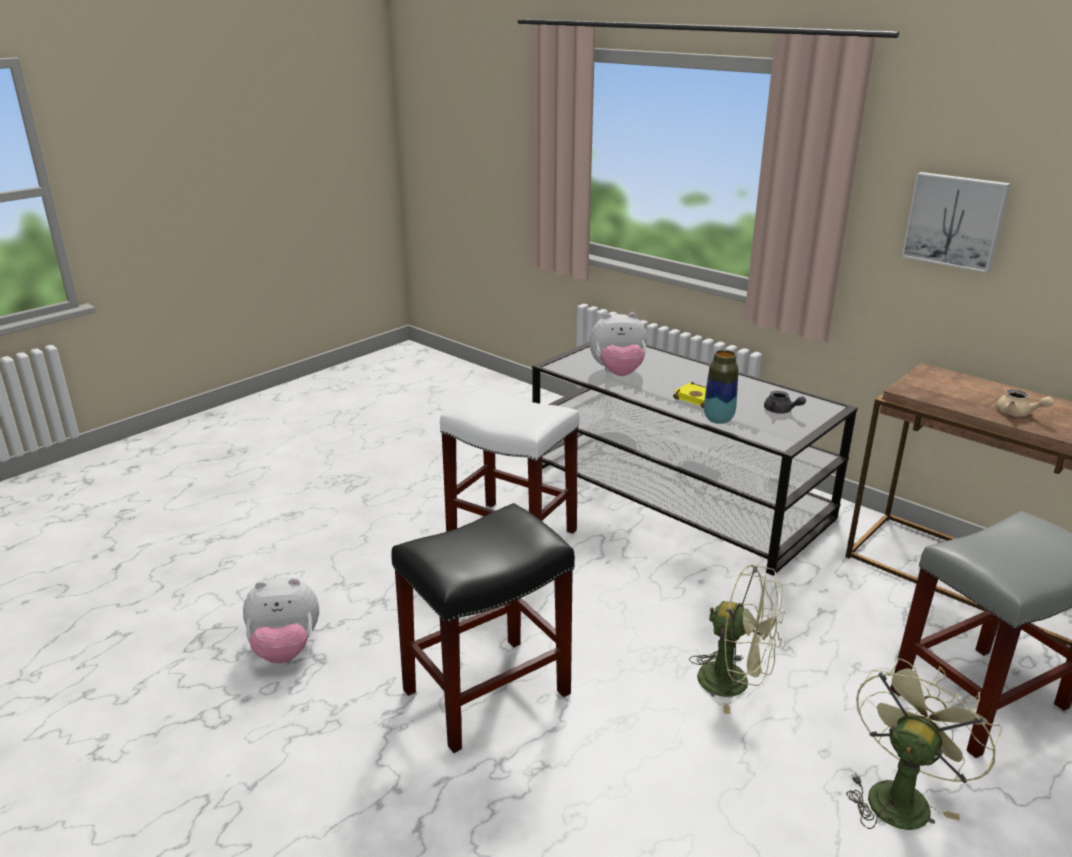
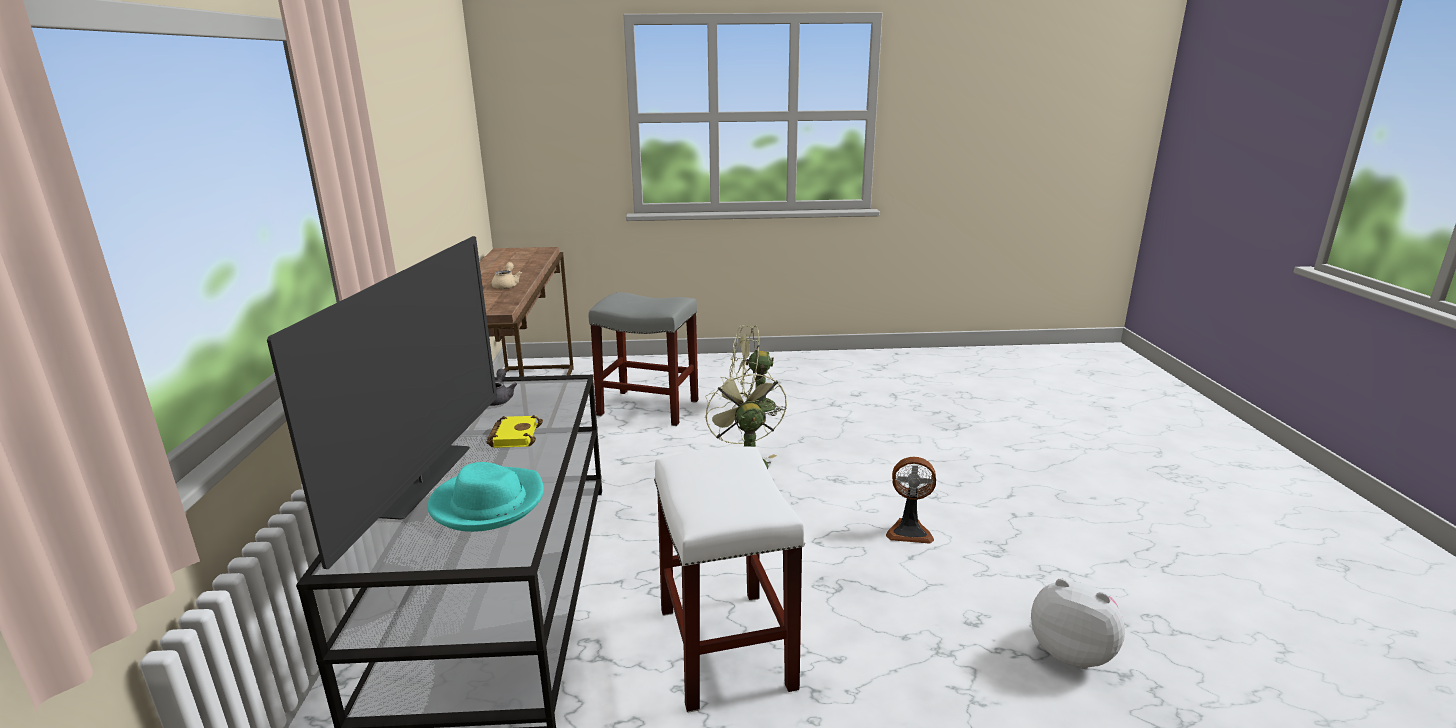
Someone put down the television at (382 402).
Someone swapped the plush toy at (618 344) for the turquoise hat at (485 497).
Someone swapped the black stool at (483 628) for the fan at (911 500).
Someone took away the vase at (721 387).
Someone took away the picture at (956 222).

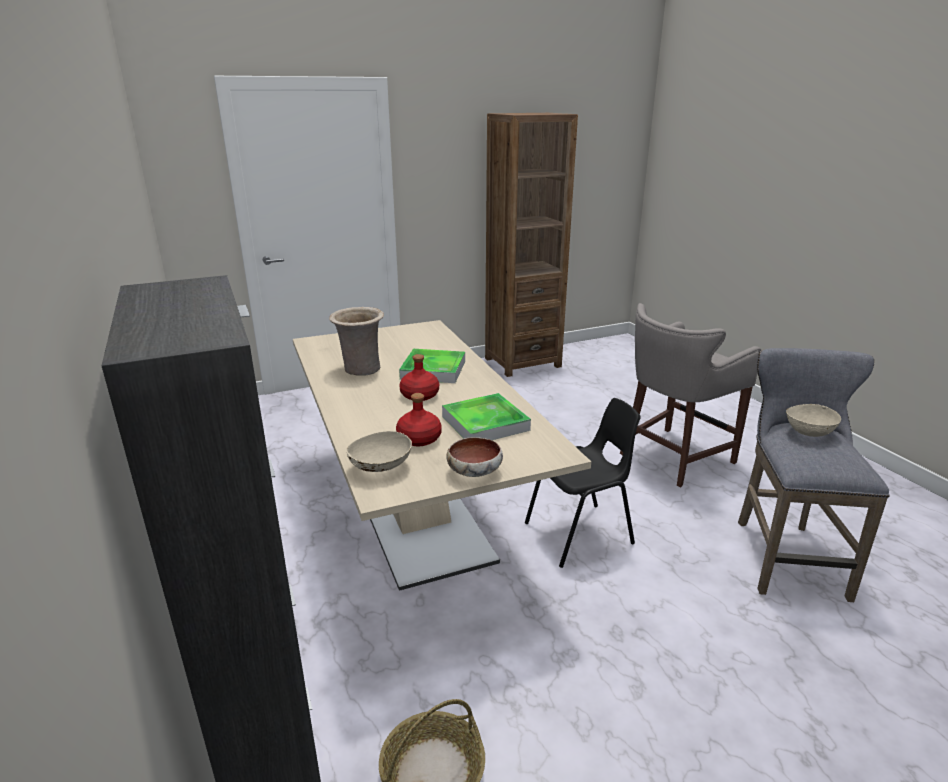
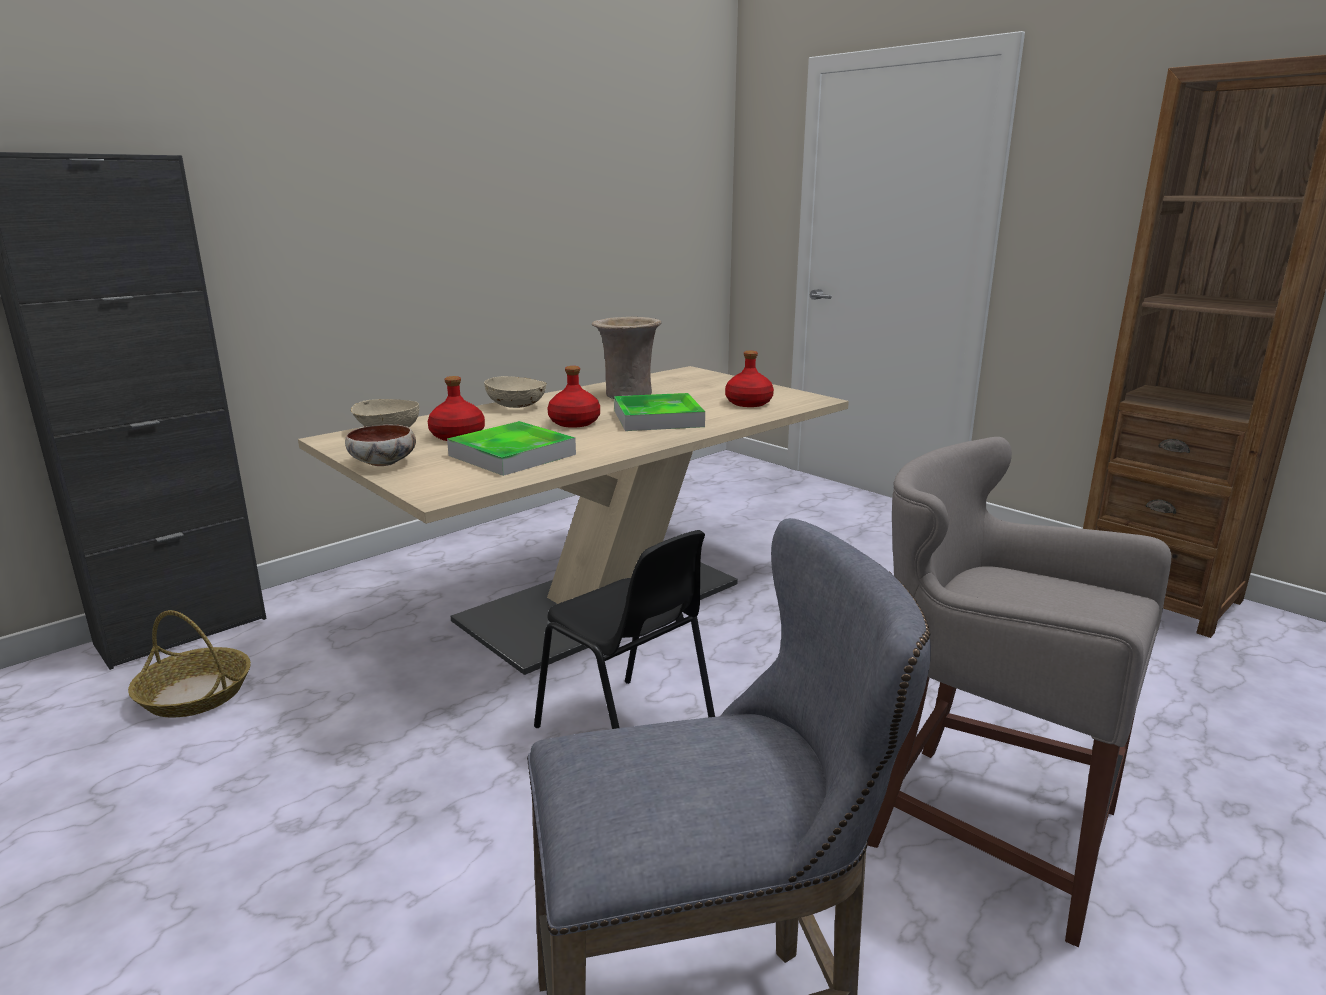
Someone carried the beige bowl from (813 420) to (515 392).
Someone put down the red bottle at (749 379).

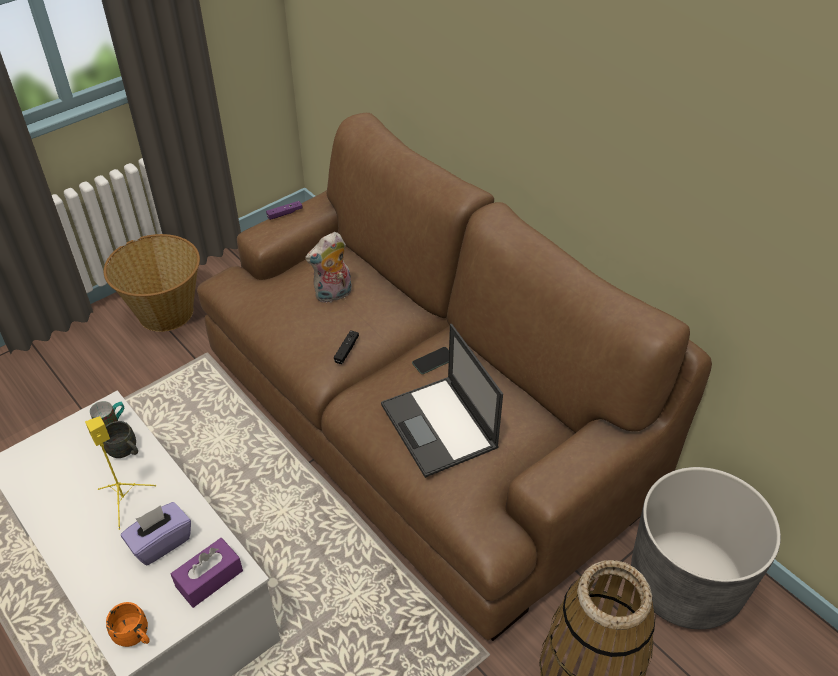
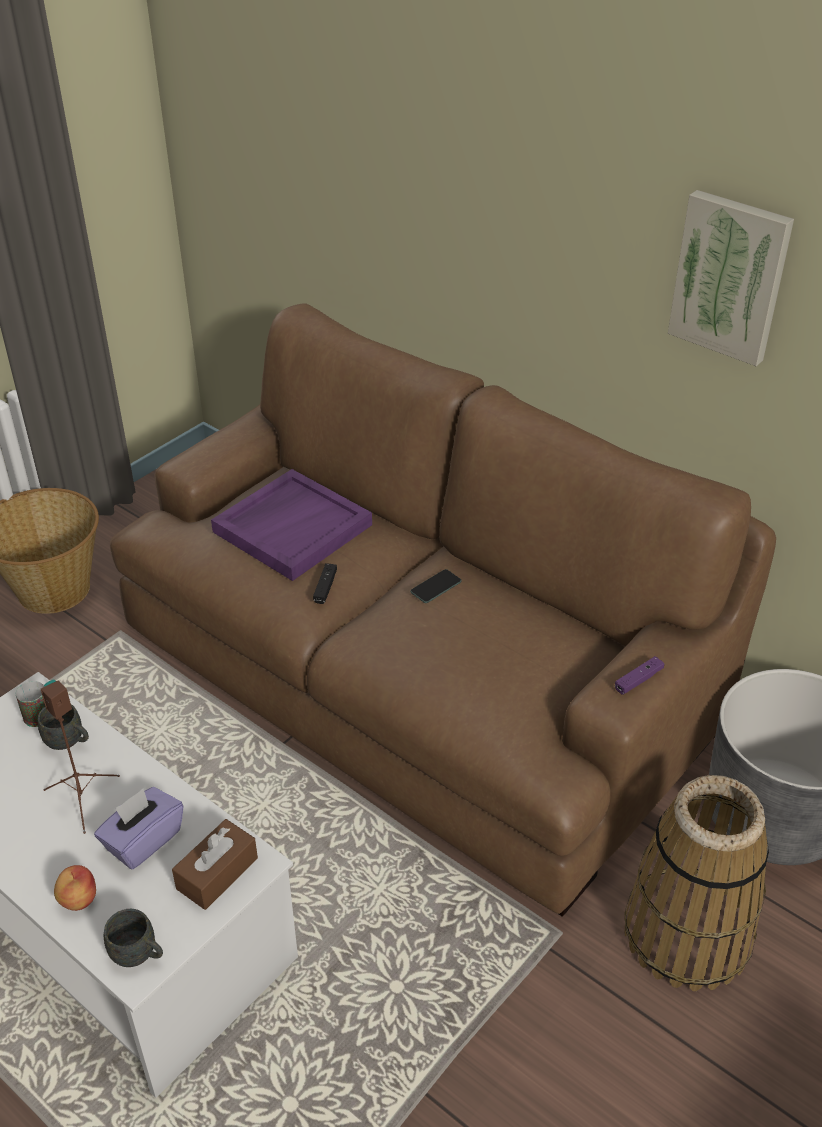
Someone repainted the yellow speaker at (120 473), which became the brown speaker at (80 757).
Someone put down the apple at (75 888).
Someone repainted the orange mug at (128 624), which became the grey mug at (133 938).
Someone repainted the purple tissue box at (207 573), which became the brown tissue box at (215 864).
Someone swapped the plush toy at (328 267) for the purple tray at (291 525).
Someone carried the purple game controller from (284 210) to (639 675).
Someone put up the picture at (731 278).
Someone took away the laptop at (442 401).

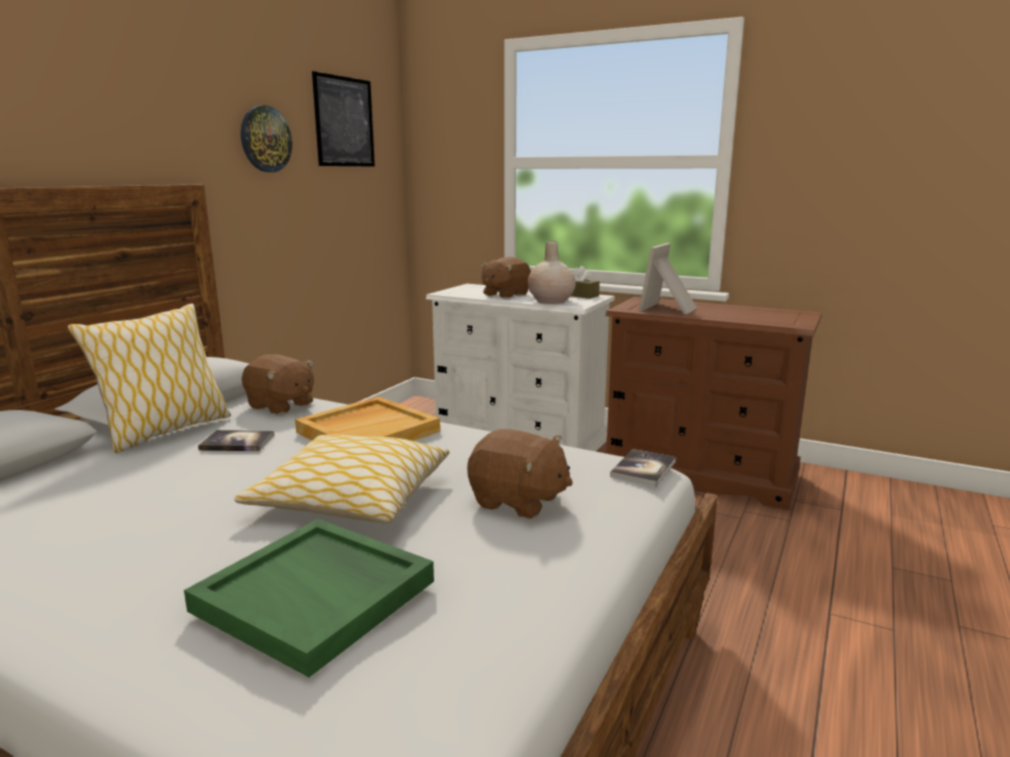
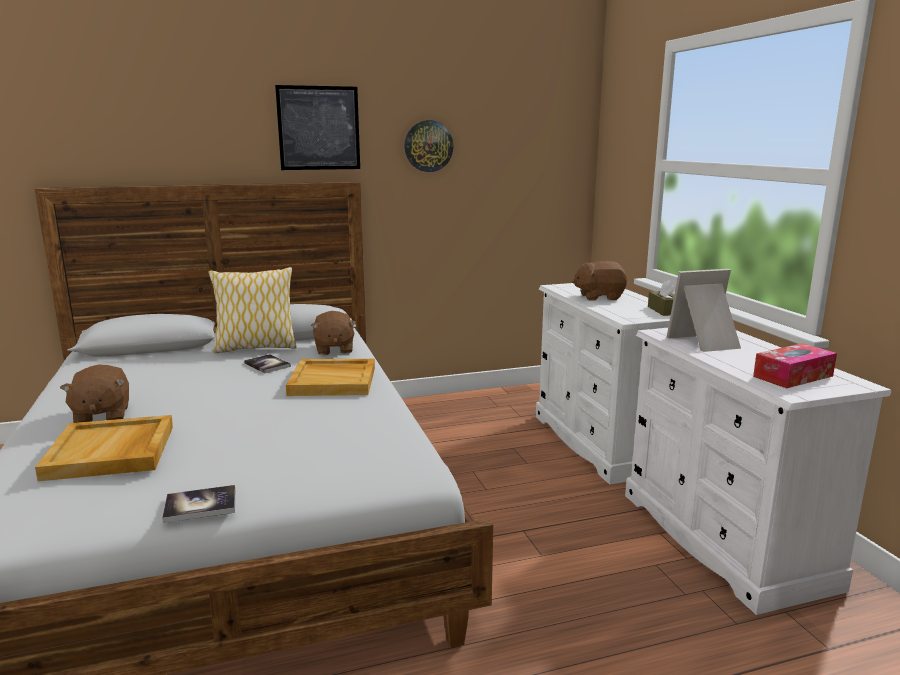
Someone repainted the green tray at (309 598), which became the beige tray at (104 448).
Someone carried the brown plush toy from (520 474) to (94 393).
Someone carried the book from (643 468) to (198 504).
Someone carried the picture from (343 119) to (317 127).
Someone repainted the brown dresser at (713 403), which became the white dresser at (758 471).
Someone put down the tissue box at (795 365).
Someone took away the pillow at (341 478).
Someone took away the beige vase at (551 272).

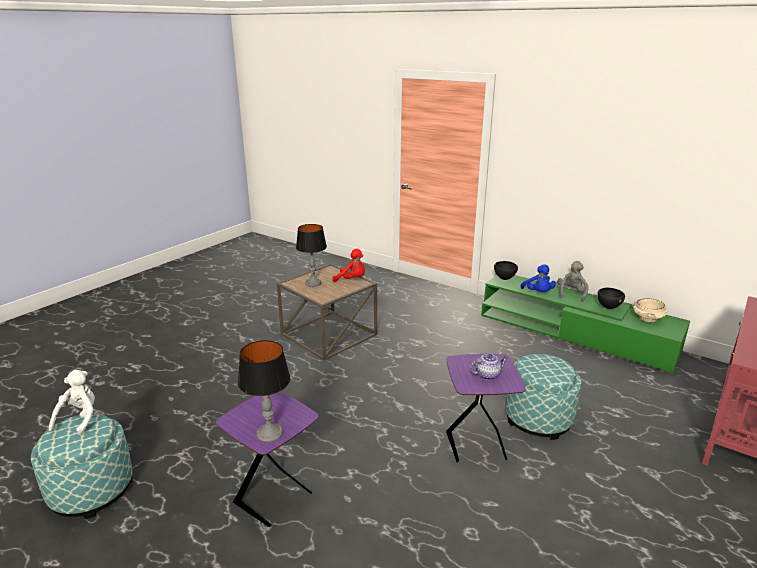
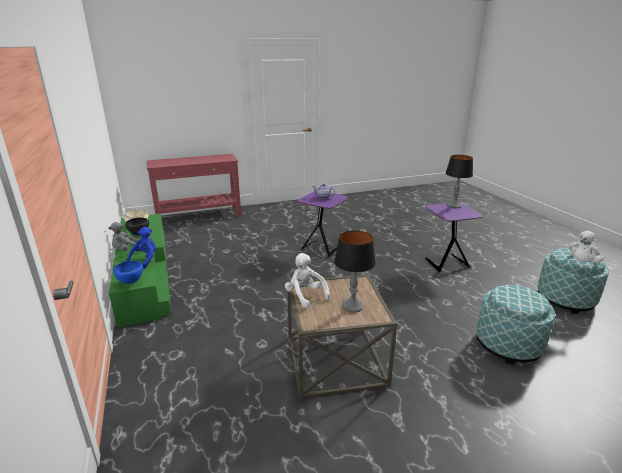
Someone repainted the black bowl at (506 270), which became the blue bowl at (128 272).
Someone repainted the red plush toy at (349 265), which became the white plush toy at (307 280).
Someone carried the ottoman from (543 397) to (516 325).

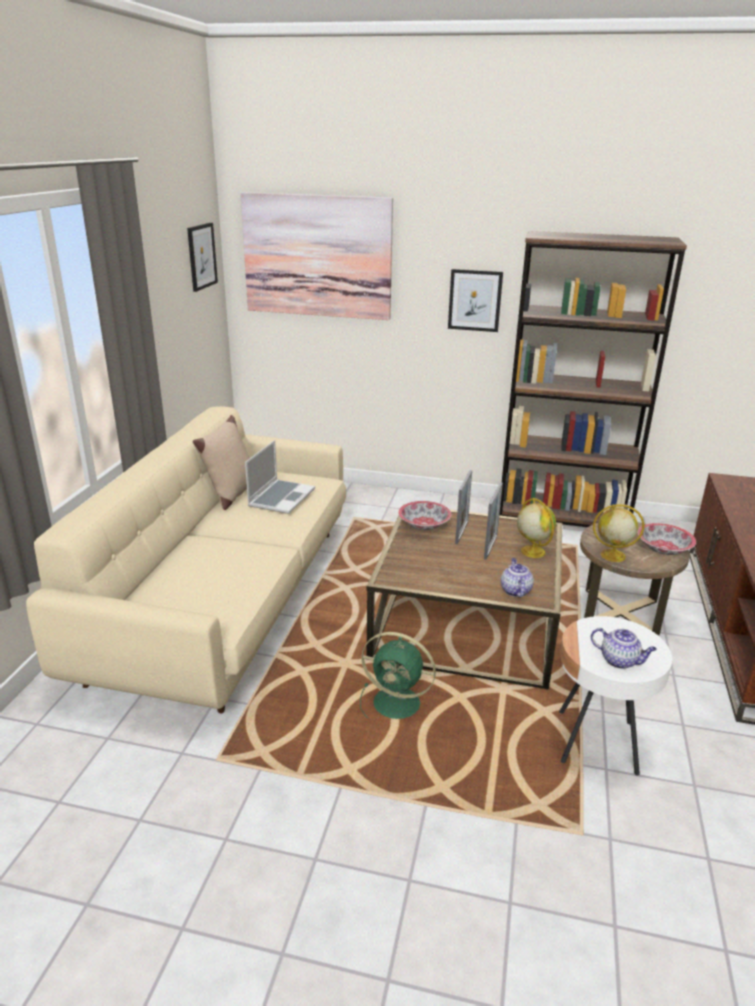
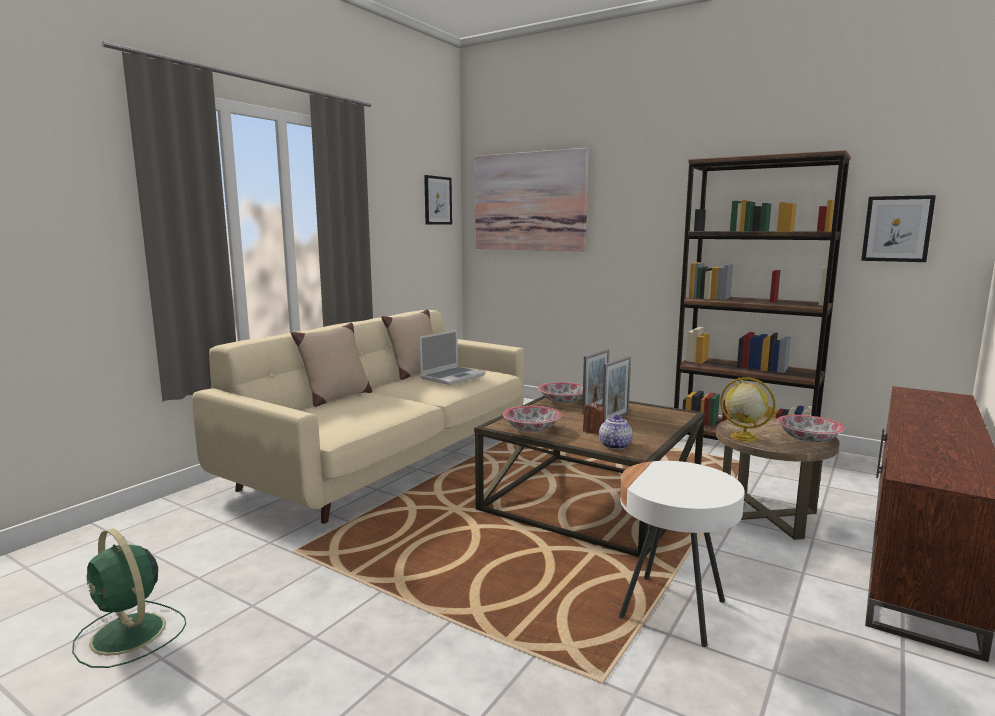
Someone carried the green fan from (398 675) to (129 598).
Someone put down the beige pillow at (331 365).
Someone put down the bowl at (532 419).
Someone put down the brown candle at (593 418).
Someone carried the picture from (475 300) to (898 228).
Someone took away the globe at (536 528).
Someone took away the teapot at (624 648).

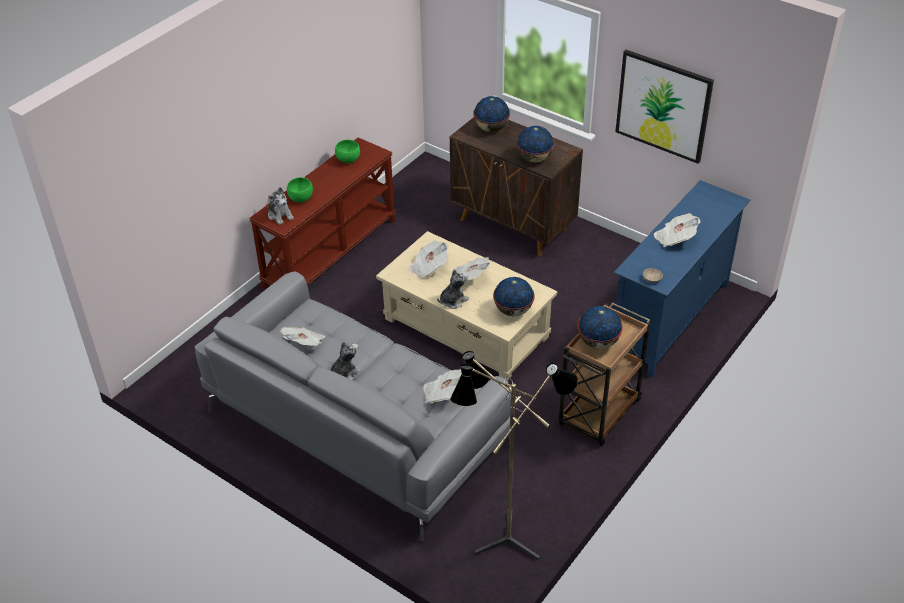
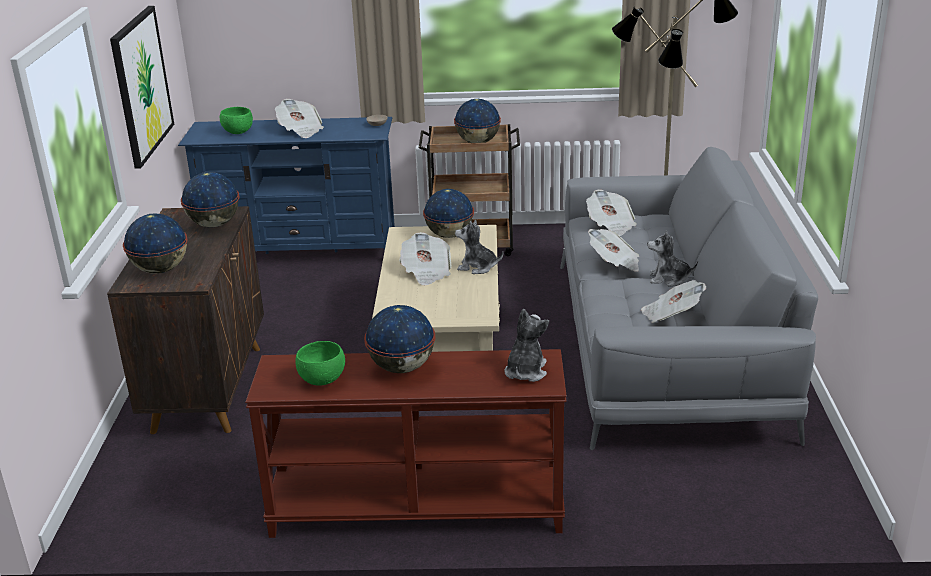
Someone carried the green bowl from (300 189) to (236 120).
Someone put down the globe at (399 339).
Someone carried the newspaper from (428 259) to (613 250).

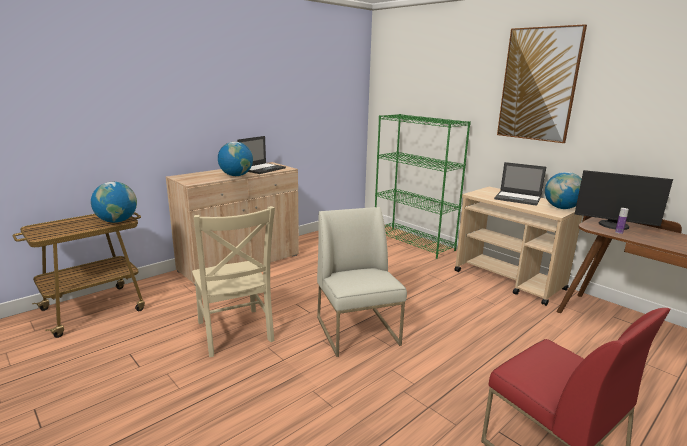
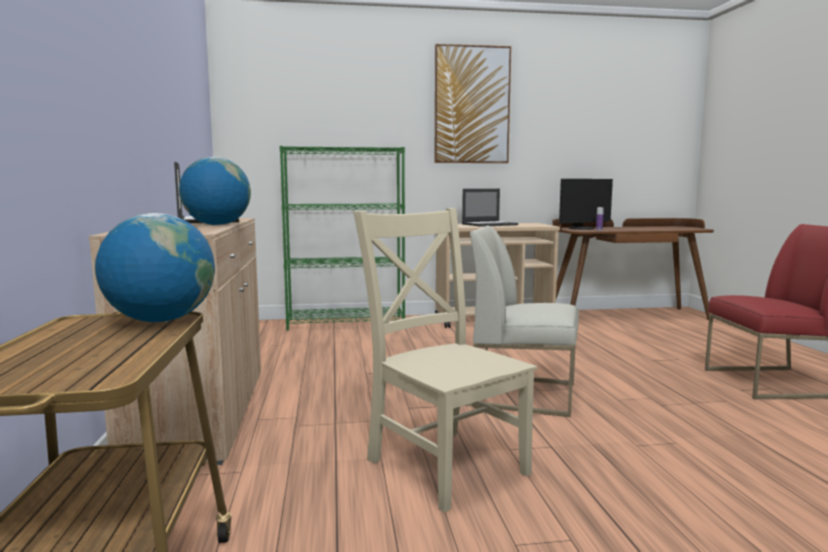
Someone rotated the beige chair at (233 281) by 135 degrees counterclockwise.
Someone took away the globe at (563 190).

